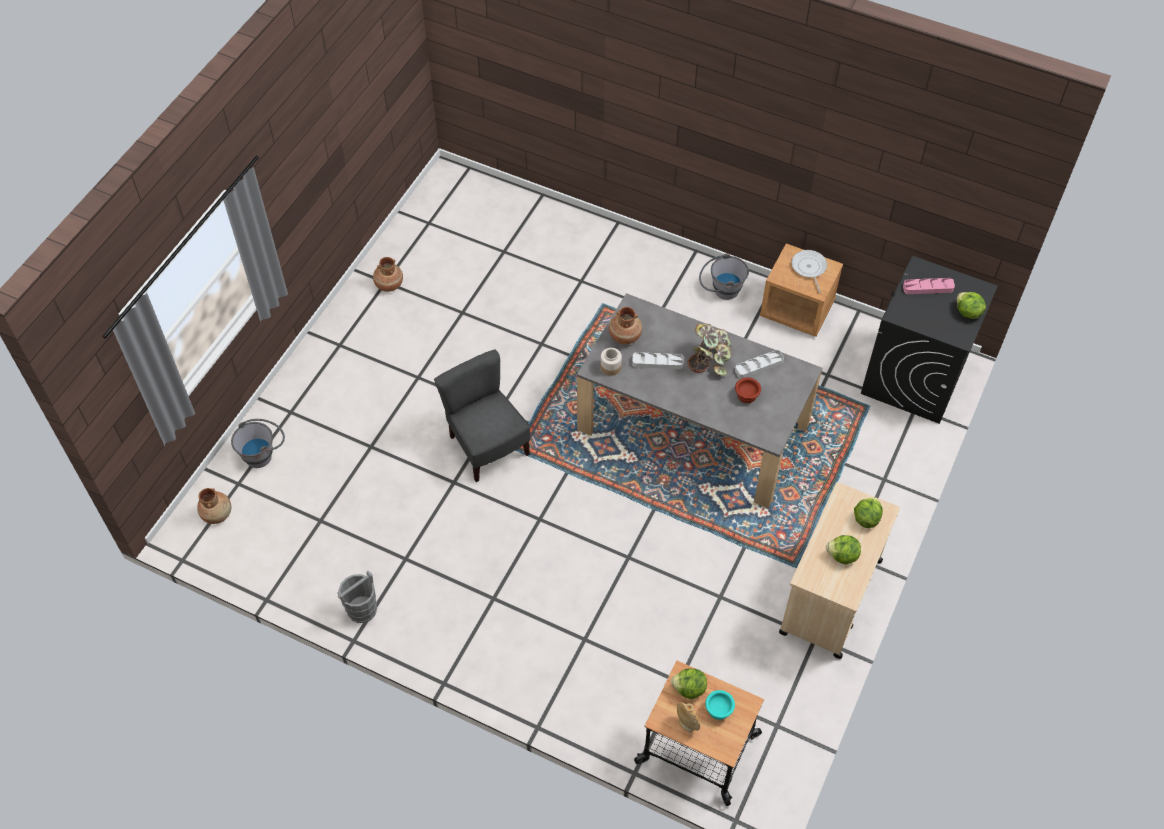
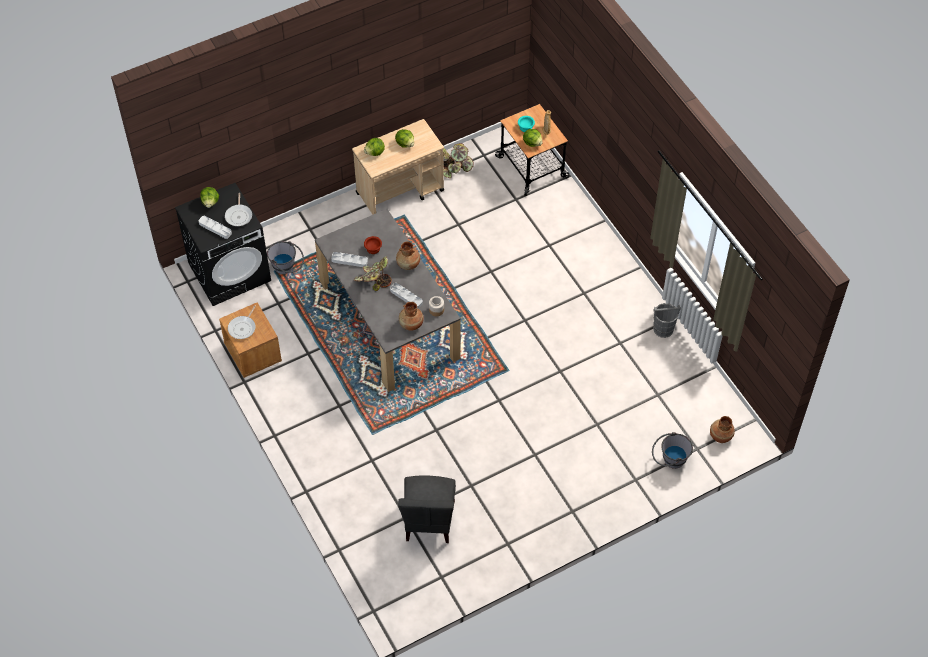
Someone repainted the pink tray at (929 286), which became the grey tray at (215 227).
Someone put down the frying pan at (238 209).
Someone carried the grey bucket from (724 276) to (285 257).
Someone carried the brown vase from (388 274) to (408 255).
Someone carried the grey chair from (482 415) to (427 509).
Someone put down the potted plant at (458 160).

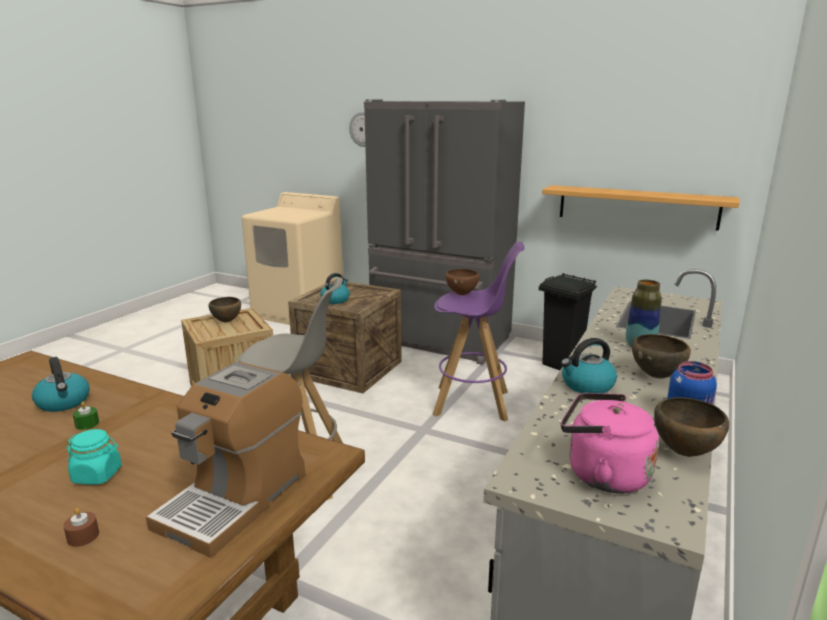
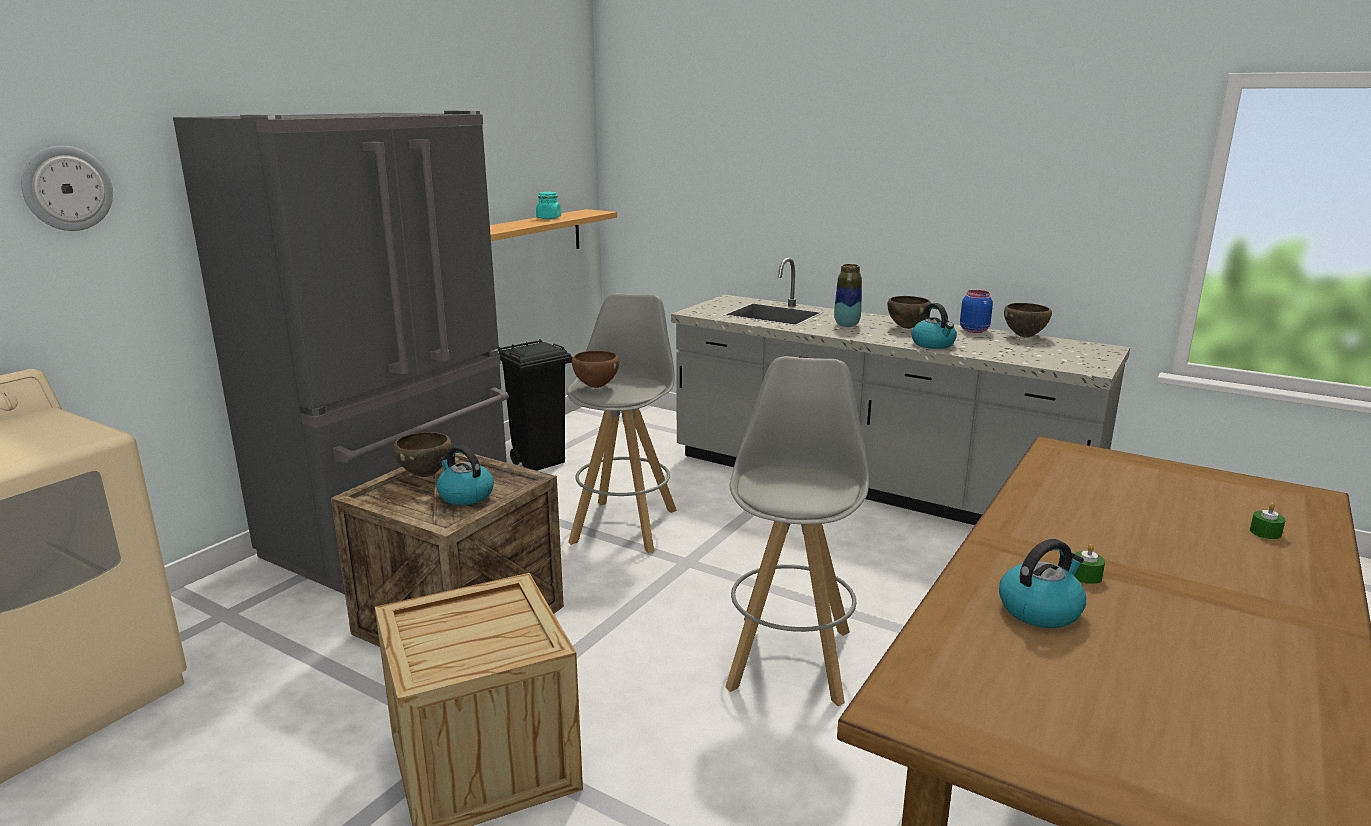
Someone carried the brown bowl from (224 309) to (422 454).
Someone carried the turquoise jar from (94 457) to (548 205).
Someone repainted the purple stool at (478 331), which became the grey stool at (621 423).
Someone repainted the brown candle at (81 527), which became the green candle at (1268 521).
Someone took away the coffee machine at (225 460).
Someone took away the pink kettle at (610 443).

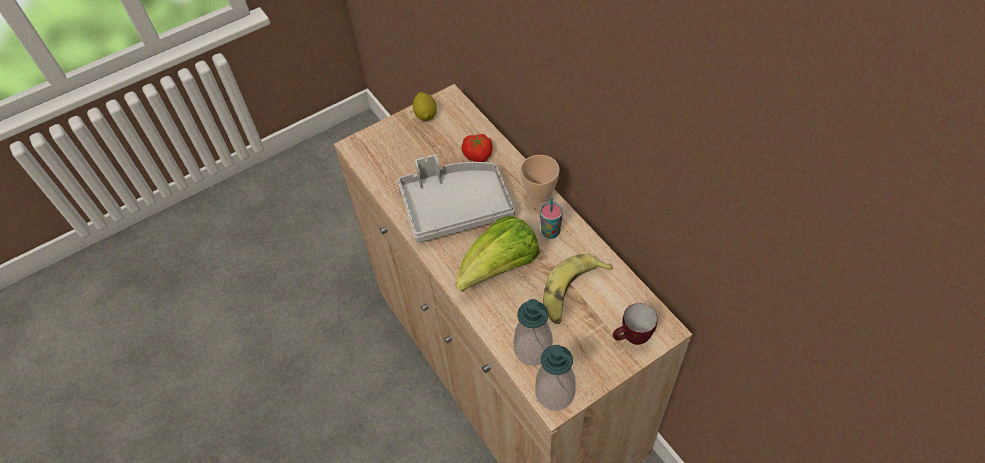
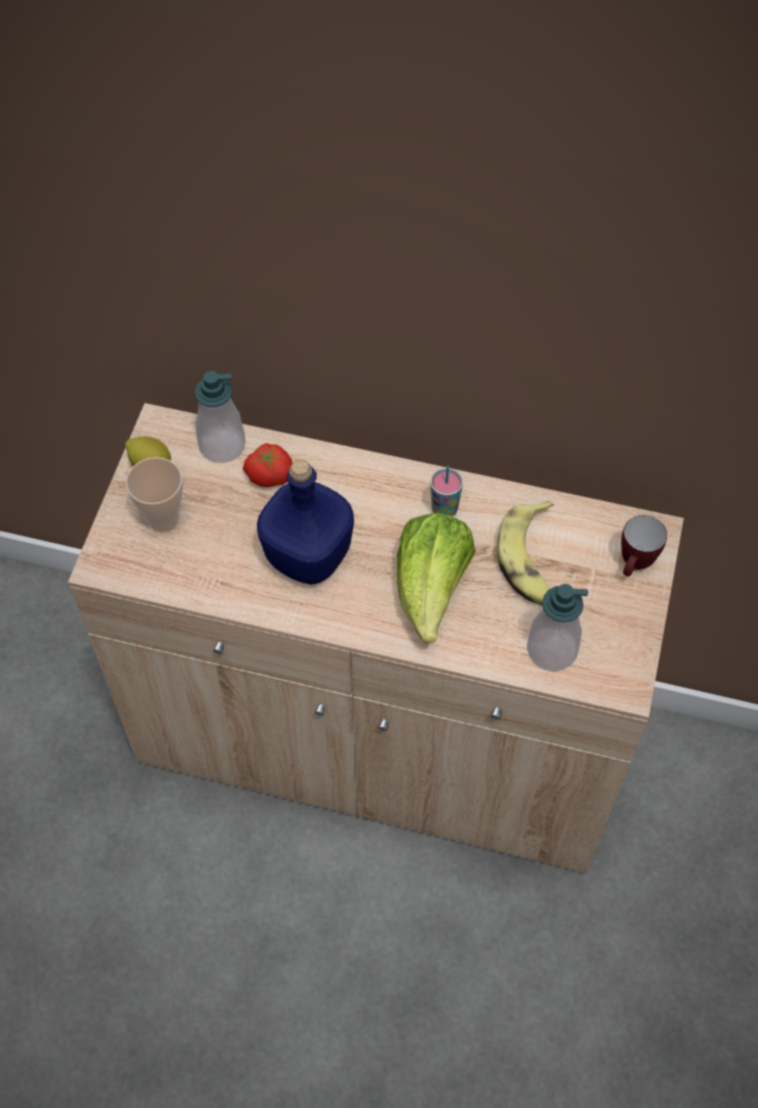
Someone carried the cup from (539 182) to (154 494).
Someone carried the soap dispenser from (555 377) to (220 417).
Someone swapped the grey tray at (456 199) for the blue bottle at (305 522).

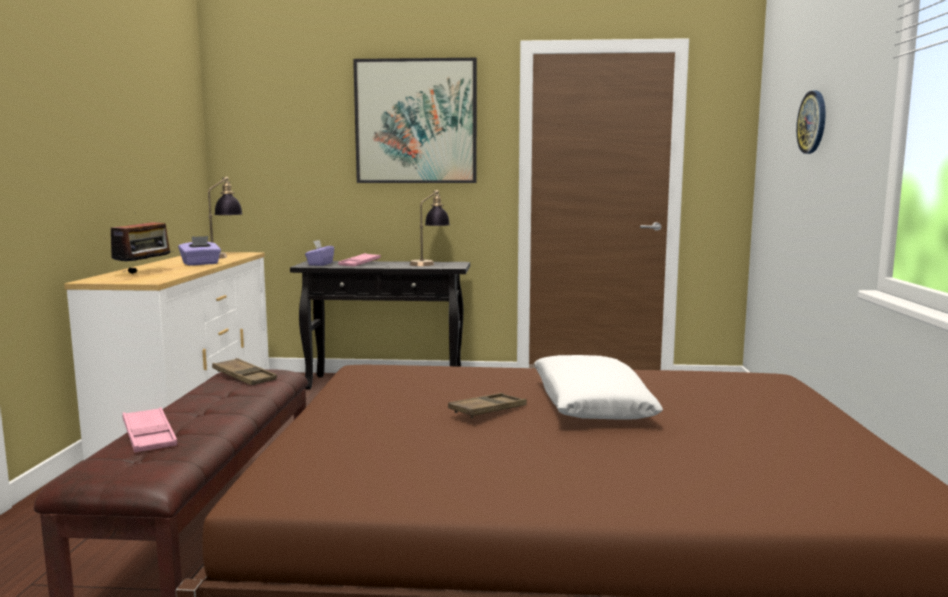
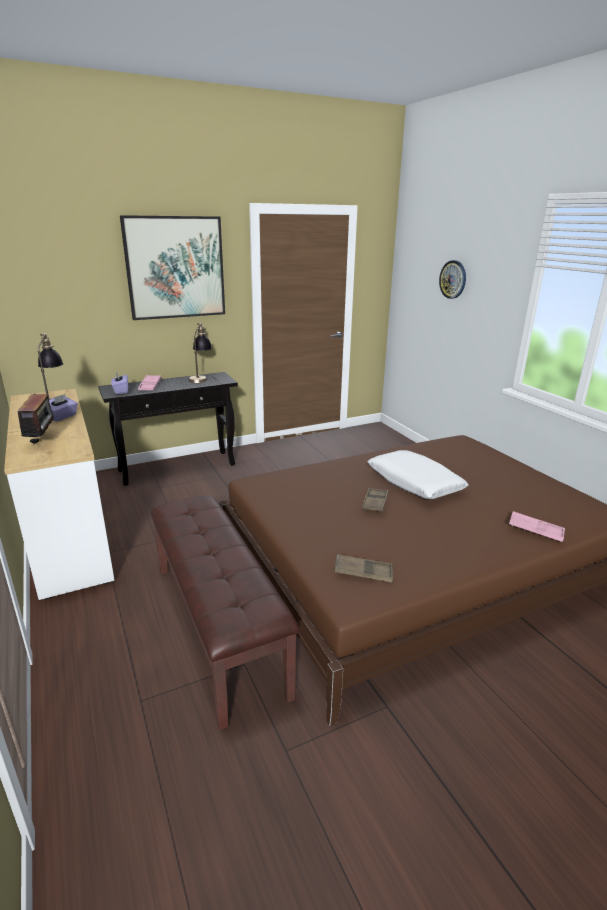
Someone carried the brown tray from (244 371) to (363 568).
Someone carried the pink tray from (149 430) to (537 526).

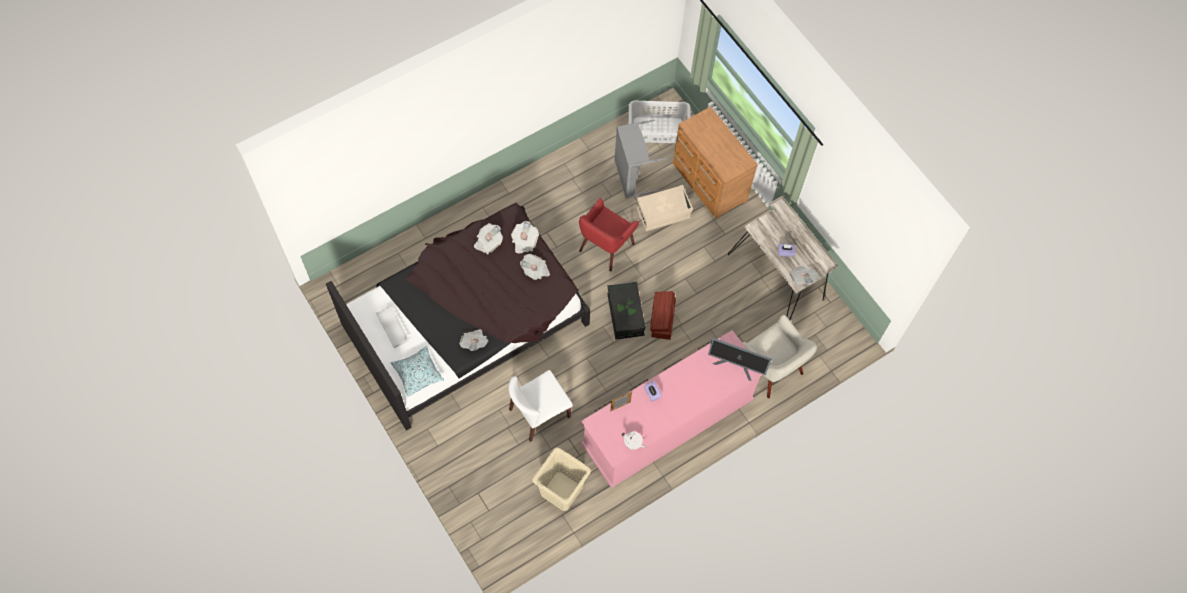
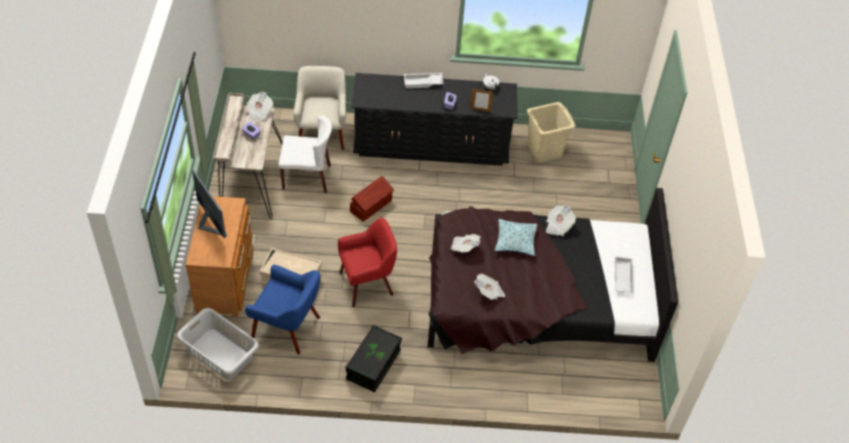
Someone carried the monitor from (740 359) to (209 204).
Someone swapped the grey laundry basket at (640 159) for the blue armchair at (282 309).
Someone carried the white chair from (540 406) to (305 154).
Someone carried the black storage box from (626 310) to (373 358).
Someone repainted the pink dresser at (672 409), which became the black dresser at (434 119).
Someone put down the white tray at (424 80).
Someone carried the pillow from (417 371) to (516 237).
Someone took away the newspaper at (525 237).

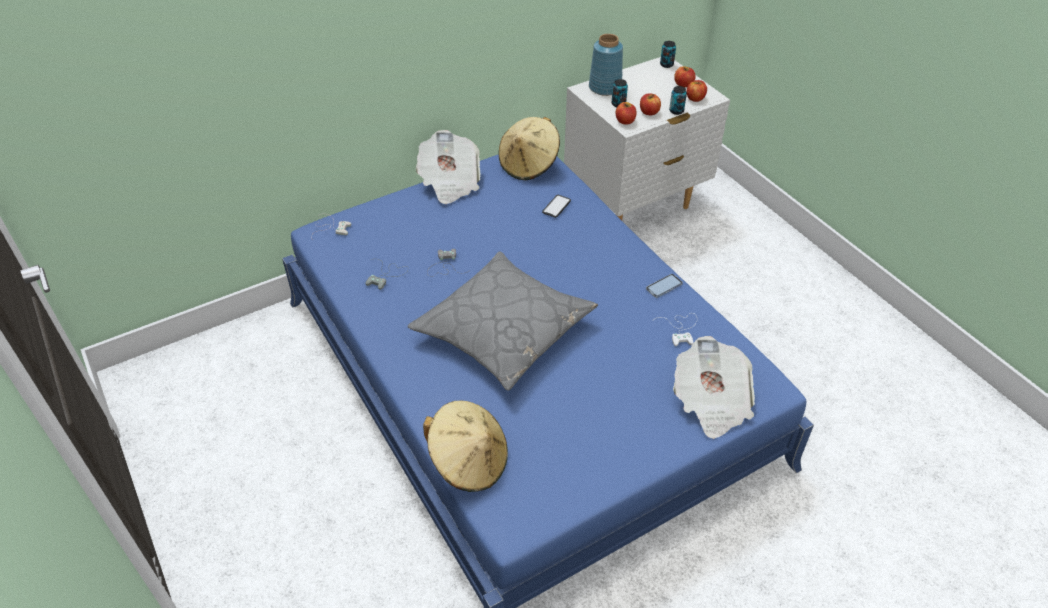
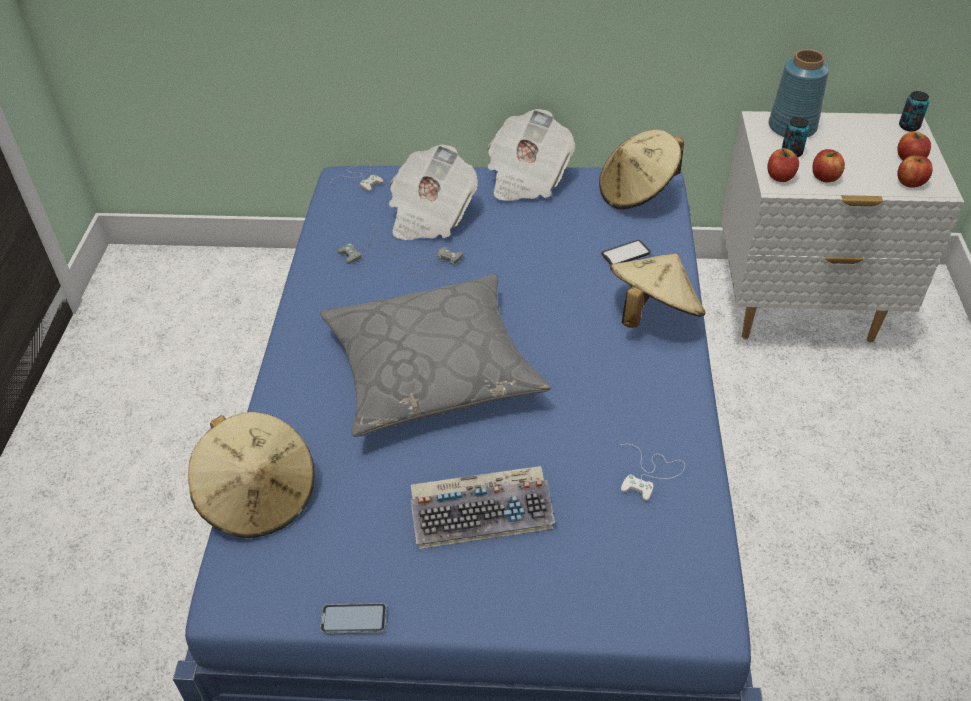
Someone carried the phone from (664 286) to (353 618).
Someone carried the newspaper from (714 387) to (433 192).
Someone put down the keyboard at (483 507).
Someone put down the beige hat at (657 290).
Someone took away the can at (678 100).

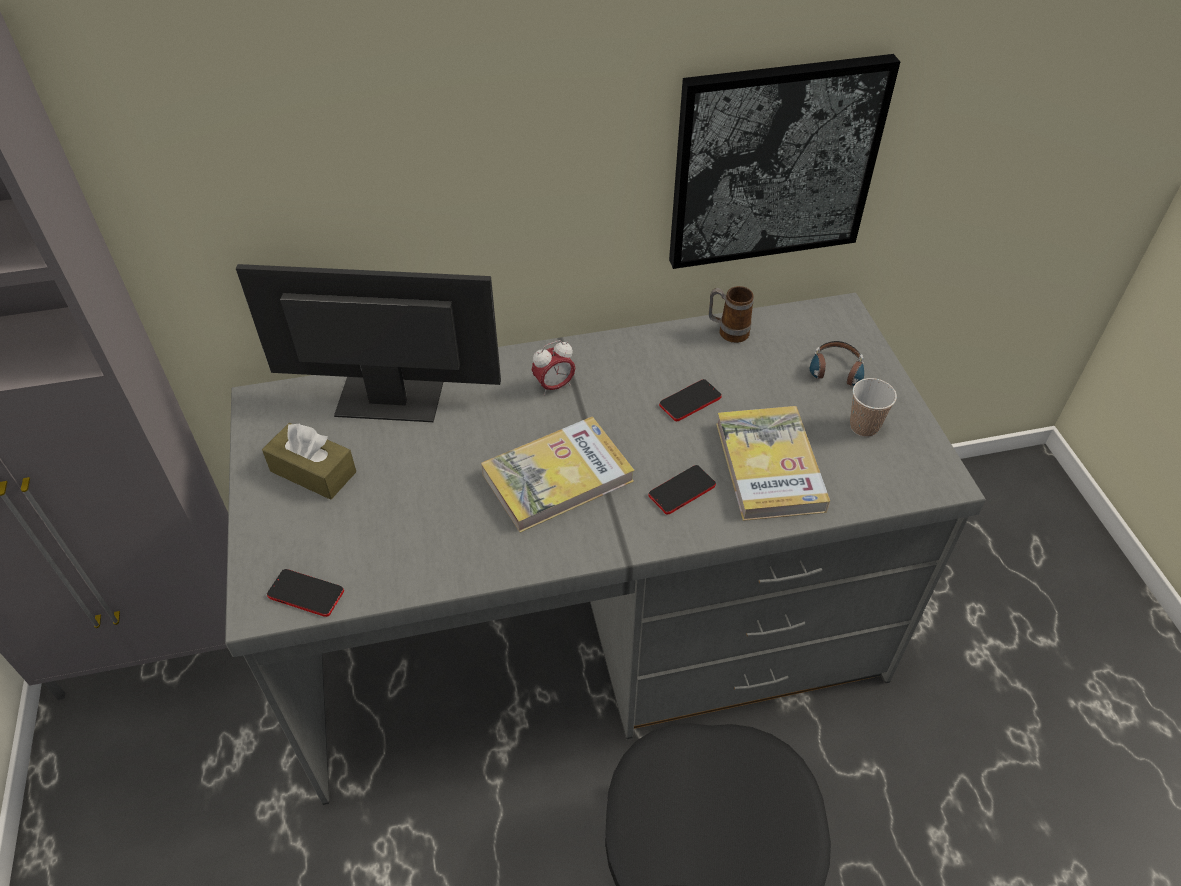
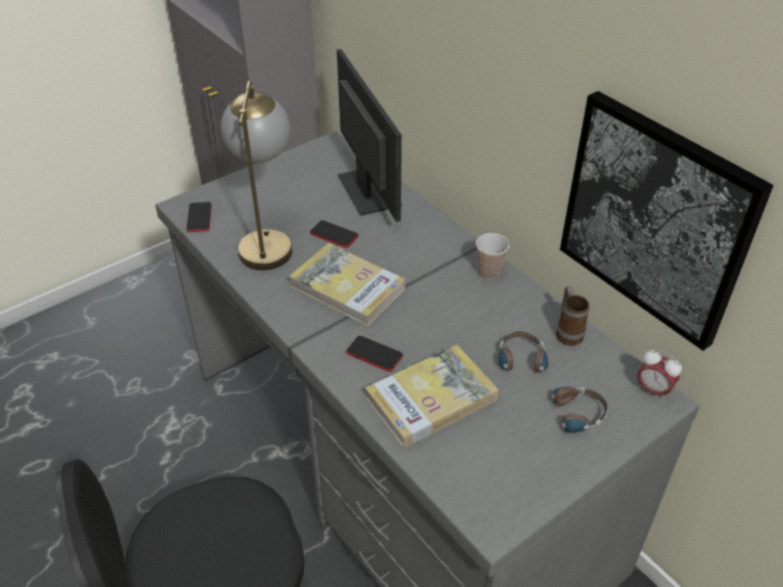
Someone put down the table lamp at (256 175).
Someone carried the phone from (690 400) to (334 234).
Someone carried the cup from (873 407) to (492 256).
Someone put down the headphones at (523 358).
Someone carried the alarm clock from (553 368) to (659 375).
Someone took away the brown tissue box at (309 461).

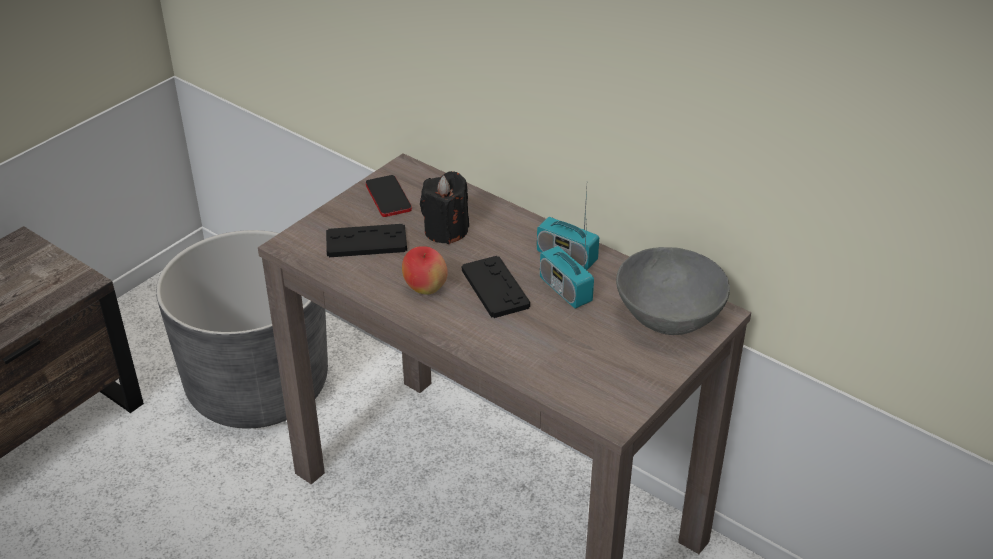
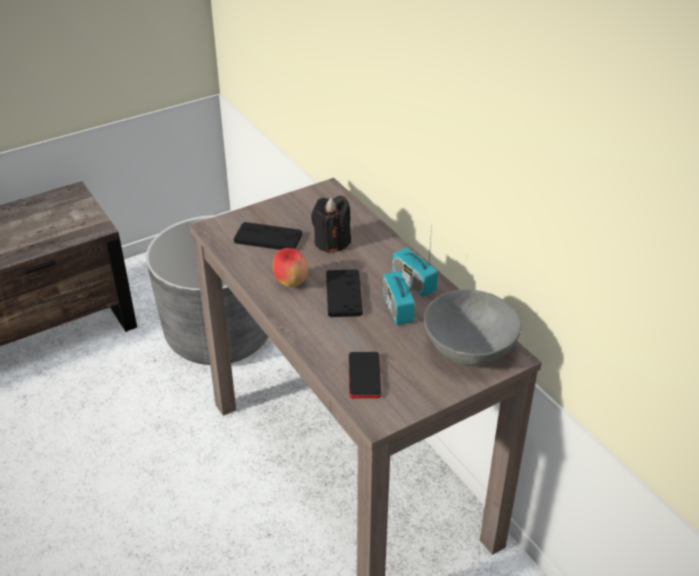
Someone carried the phone from (389 196) to (365 375).

